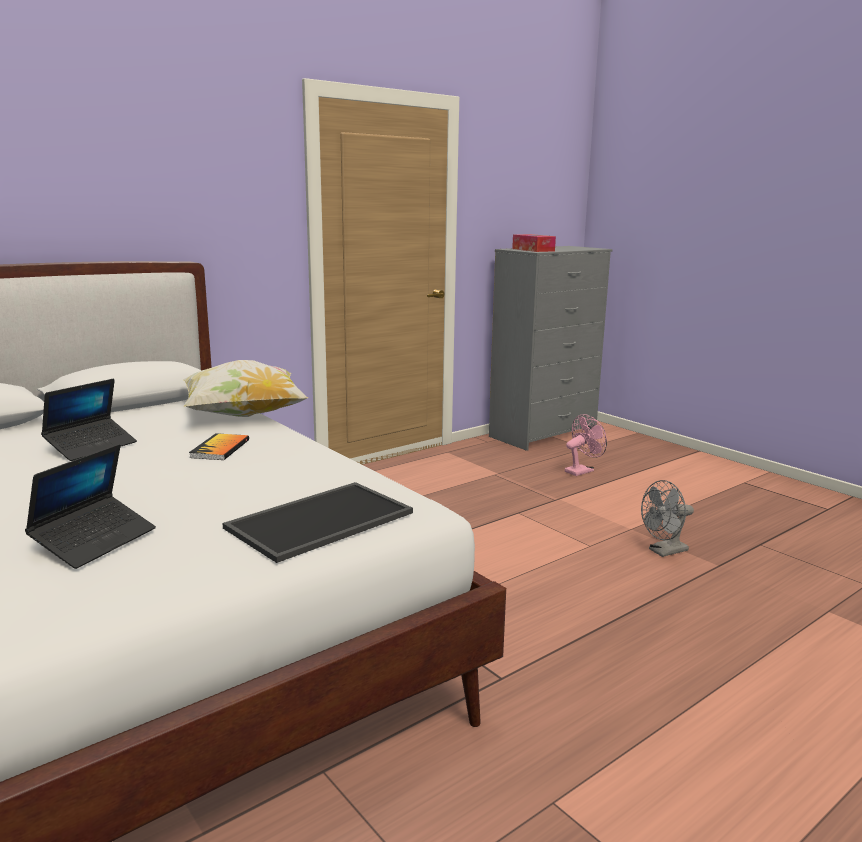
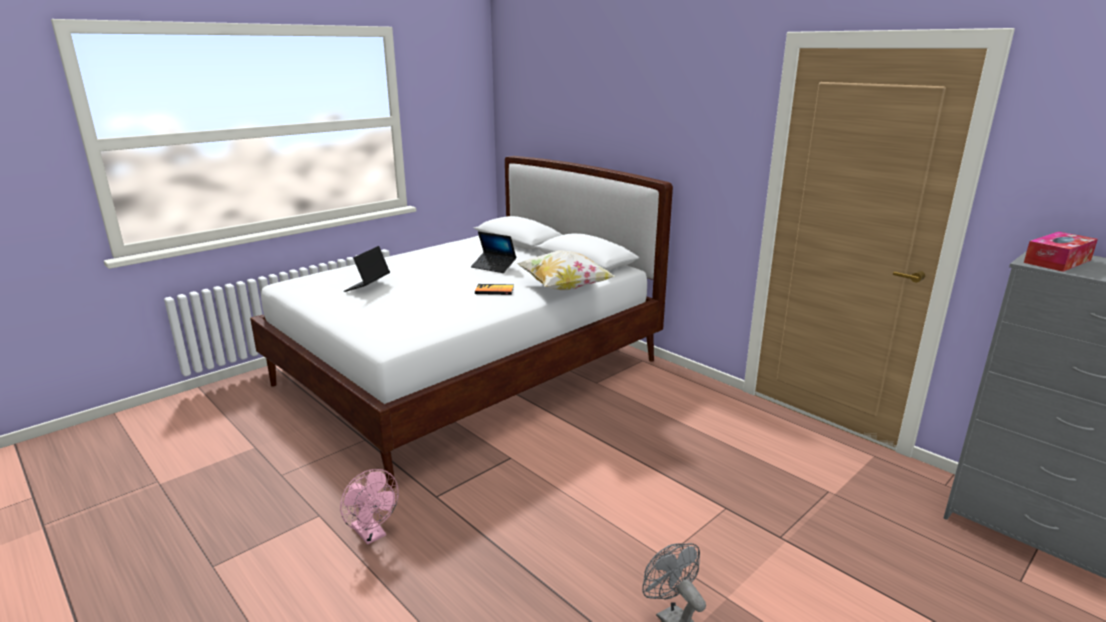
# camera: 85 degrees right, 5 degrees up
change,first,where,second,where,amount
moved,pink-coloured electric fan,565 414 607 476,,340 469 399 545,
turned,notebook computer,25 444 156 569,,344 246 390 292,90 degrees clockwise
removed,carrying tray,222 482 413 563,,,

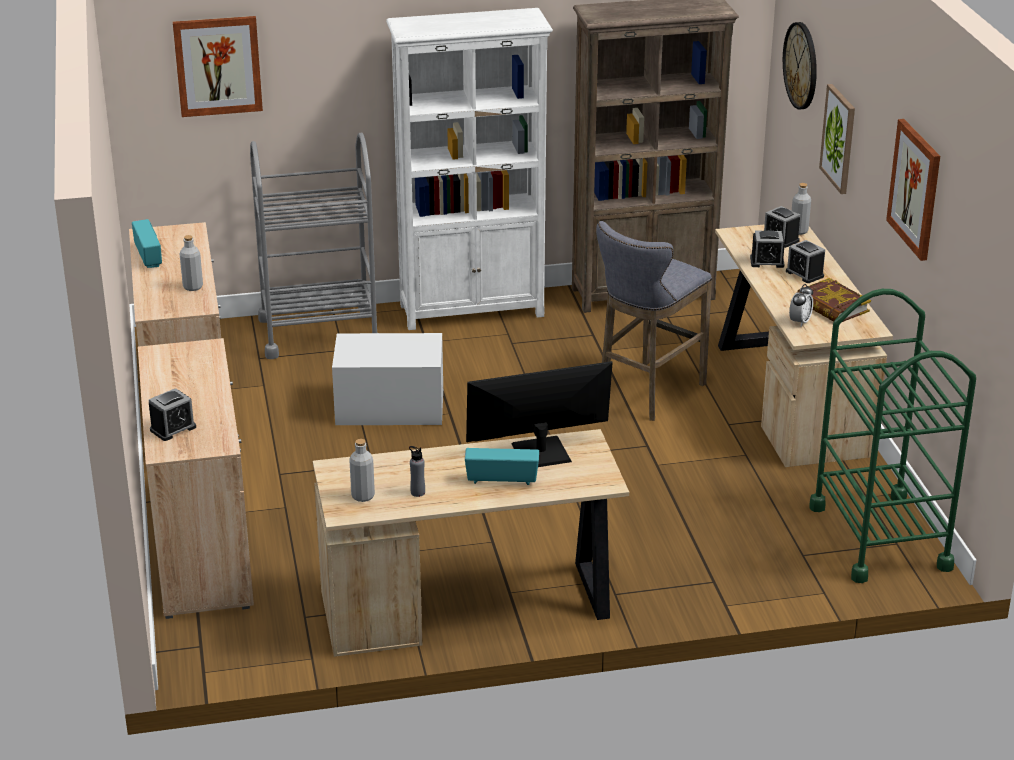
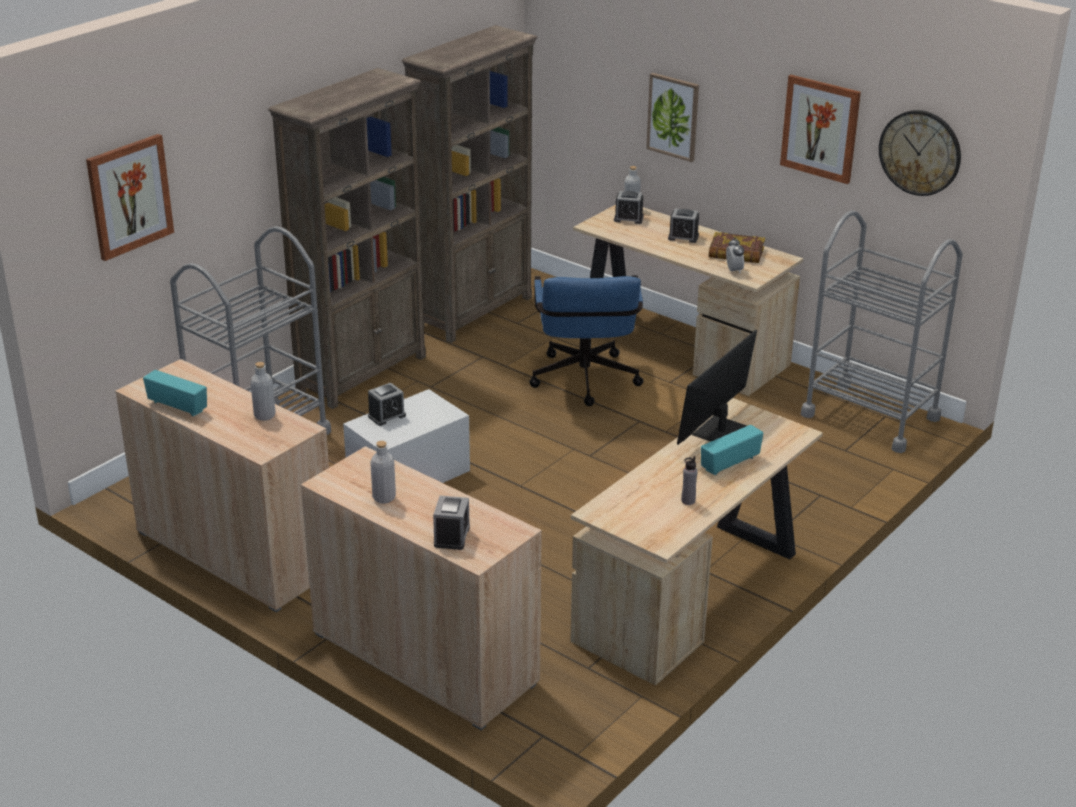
# camera: 40 degrees left, 0 degrees up
change,first,where,second,where,amount
recoloured,white-coloured bookshelf,386 8 553 330,brown bookshelf,268 68 426 409,
moved,clock on the wall,783 22 817 109,,879 110 961 196,
replaced,gray stool,596 221 712 421,blue-coloured desk chair,529 275 644 406,
moved,table clock,750 230 785 268,,368 383 406 426,
recoloured,green-coloured wheeled cart,809 289 976 583,gray wheeled cart,801 211 963 453,
moved,gray drink bottle,349 439 375 502,,370 441 396 504,

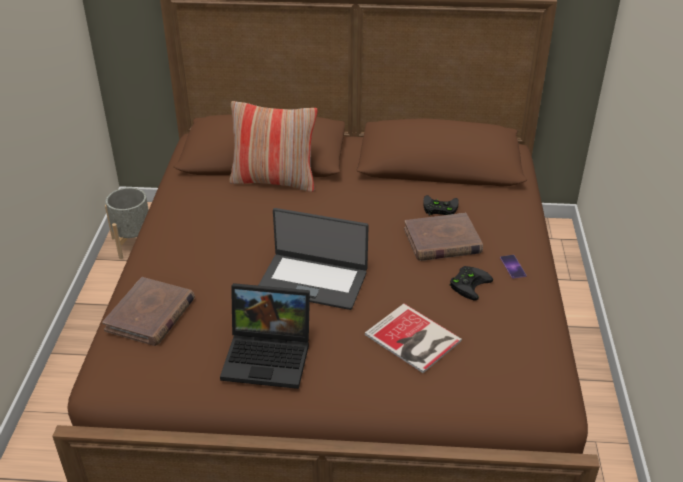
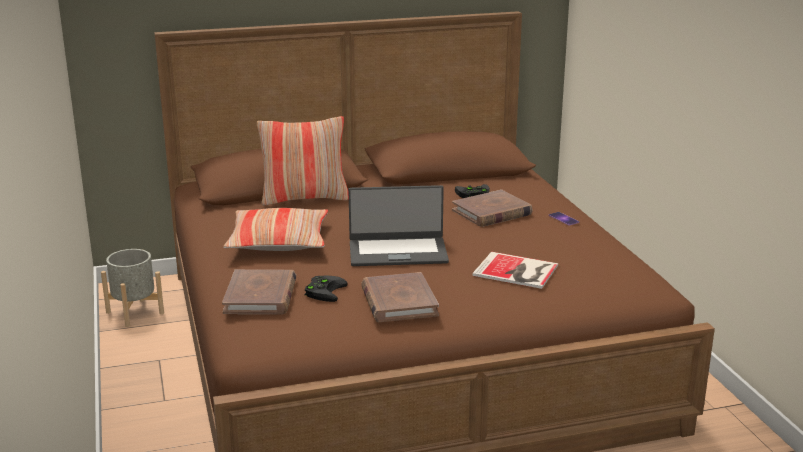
# camera: 20 degrees left, 15 degrees down
change,first,where,second,where,amount
moved,black-coloured game controller,450 266 493 300,,304 276 348 302,
replaced,notebook computer,220 283 310 389,brown book,361 272 439 322,
added,,,pillow,223 208 328 251,

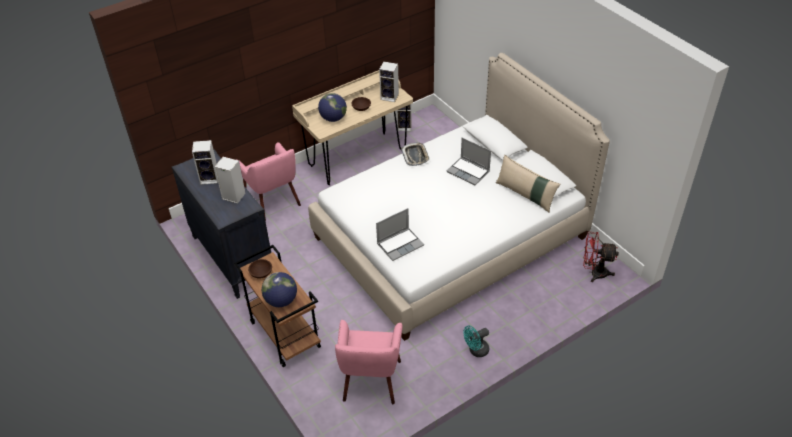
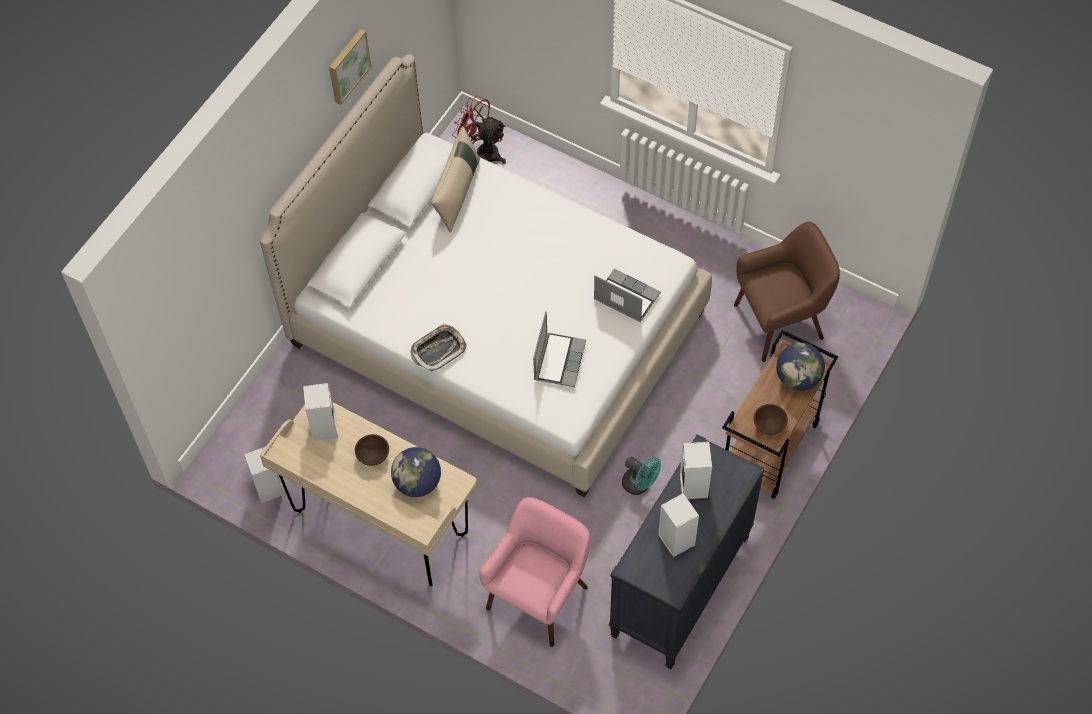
# camera: 115 degrees left, 15 degrees up
change,first,where,second,where,amount
moved,notebook computer,446 138 491 185,,533 311 586 387,
turned,red-coloured electric fan,583 232 619 282,,452 95 506 164,135 degrees clockwise
recoloured,pink-coloured easy chair,335 320 403 404,brown easy chair,734 221 840 362,
moved,turquoise-coloured electric fan,463 326 490 357,,622 457 661 495,
added,,,wall art,329 29 371 105,

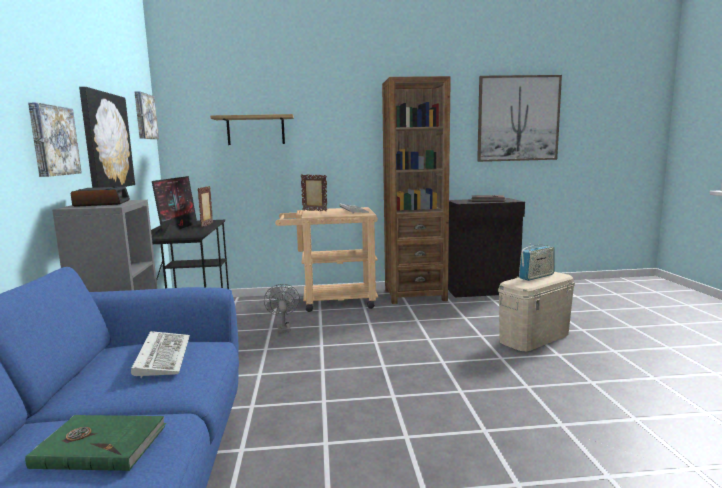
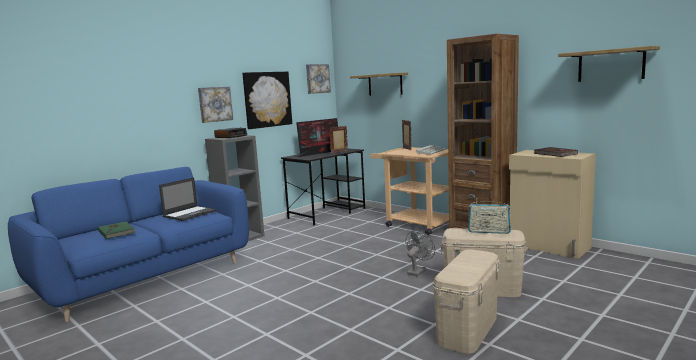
# camera: 50 degrees right, 0 degrees up
change,first,where,second,where,amount
replaced,wall art,477 75 562 162,shelf,558 46 660 82,
recoloured,black-coloured cupboard,448 198 525 297,beige cupboard,509 150 596 259,
moved,gray electric fan,264 284 300 333,,405 230 435 276,
replaced,PC keyboard,131 331 190 378,notebook computer,159 177 216 221,
added,,,beige storage container,433 249 500 354,

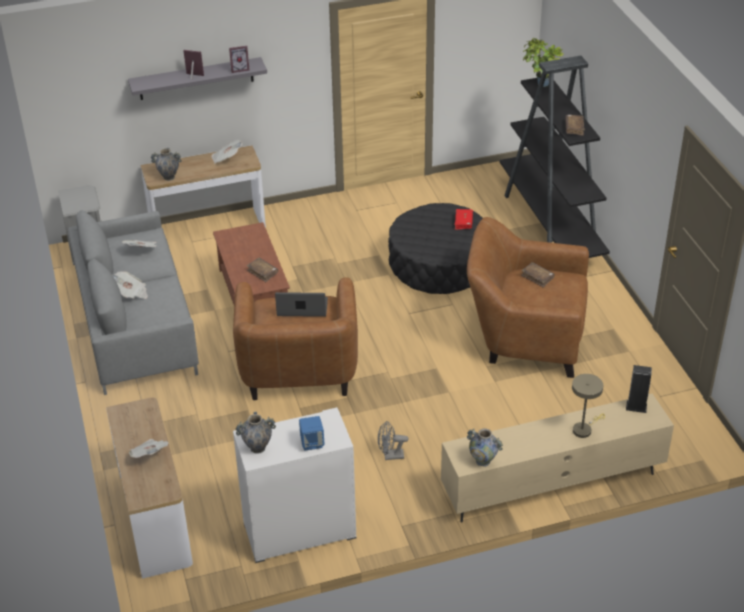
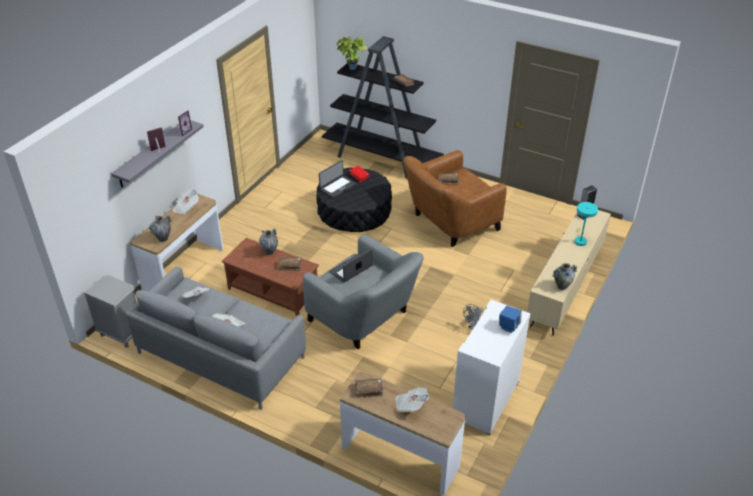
# camera: 45 degrees left, 0 degrees up
change,first,where,second,where,amount
recoloured,brown easy chair,233 277 358 400,gray easy chair,303 234 424 349,
recoloured,beige table lamp,572 374 605 438,turquoise-coloured table lamp,574 202 598 246,
moved,decorative vase,235 412 276 454,,259 228 278 255,
added,,,notebook computer,319 160 357 198,
added,,,brown book,355 379 383 398,

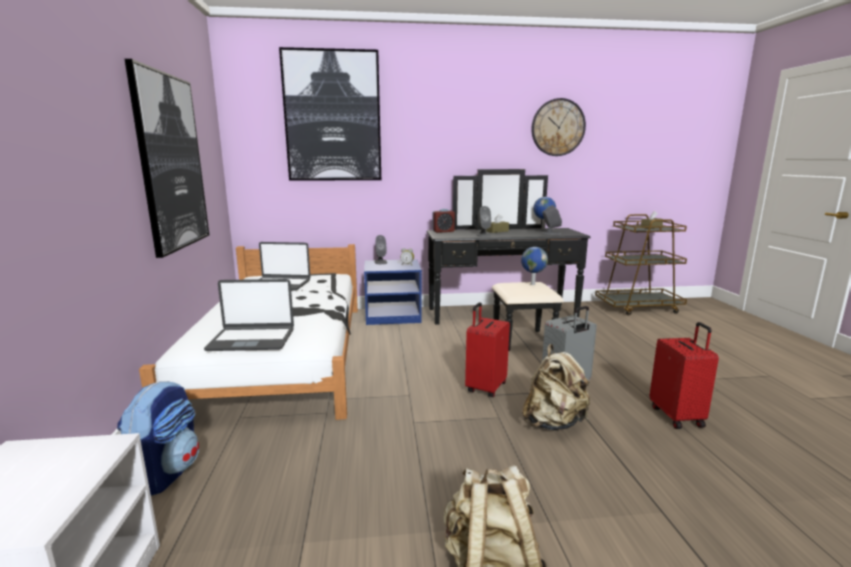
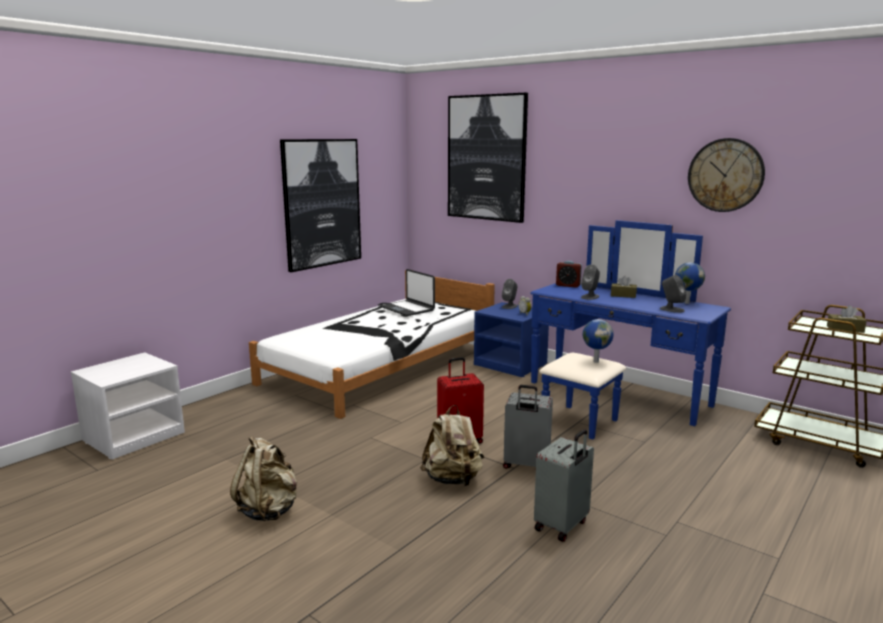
# camera: 45 degrees right, 0 degrees up
change,first,where,second,where,amount
recoloured,black-coloured dresser,426 169 591 351,blue-coloured dresser,531 220 731 440,
removed,notebook computer,204 279 294 351,,,
recoloured,red-coloured piece of luggage,649 322 719 429,gray piece of luggage,534 429 594 542,
removed,rucksack,117 381 199 496,,,

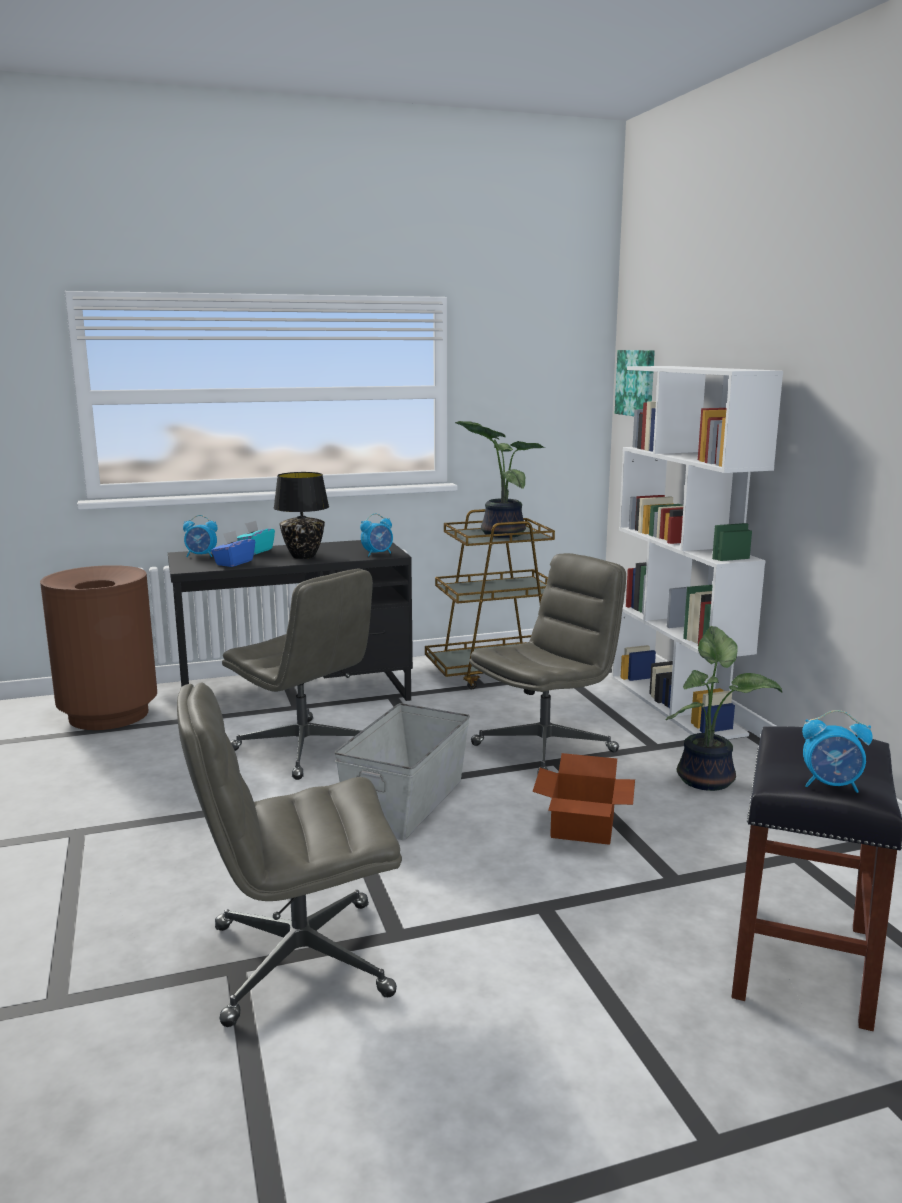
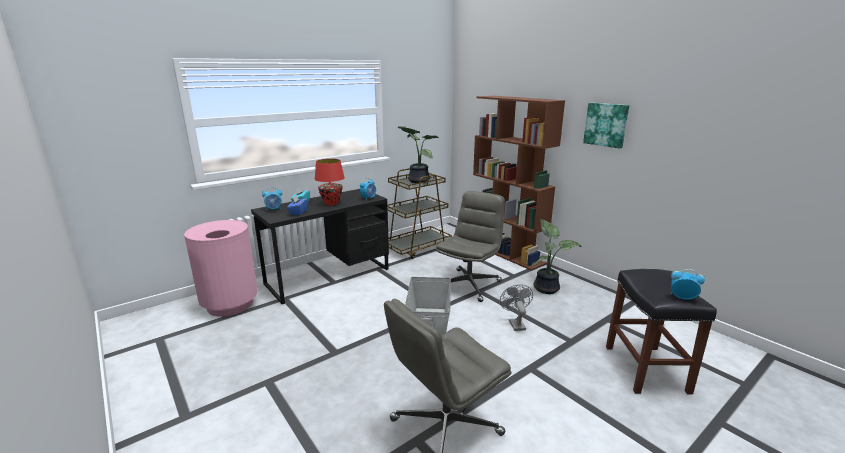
# camera: 20 degrees left, 5 degrees up
change,first,where,second,where,amount
moved,wall art,615 350 655 416,,583 103 629 149,
recoloured,white-coloured bookshelf,612 366 783 739,brown bookshelf,473 96 565 271,
recoloured,black-coloured table lamp,274 472 329 559,red-coloured table lamp,315 159 345 206,
recoloured,brown rubbish bin,40 565 157 730,pink-coloured rubbish bin,184 220 258 316,
removed,gray desk chair,222 568 373 780,,,
turned,table clock,802 710 873 793,,670 269 705 300,150 degrees counterclockwise
replaced,cardboard box,533 753 635 845,gray electric fan,500 284 533 331,

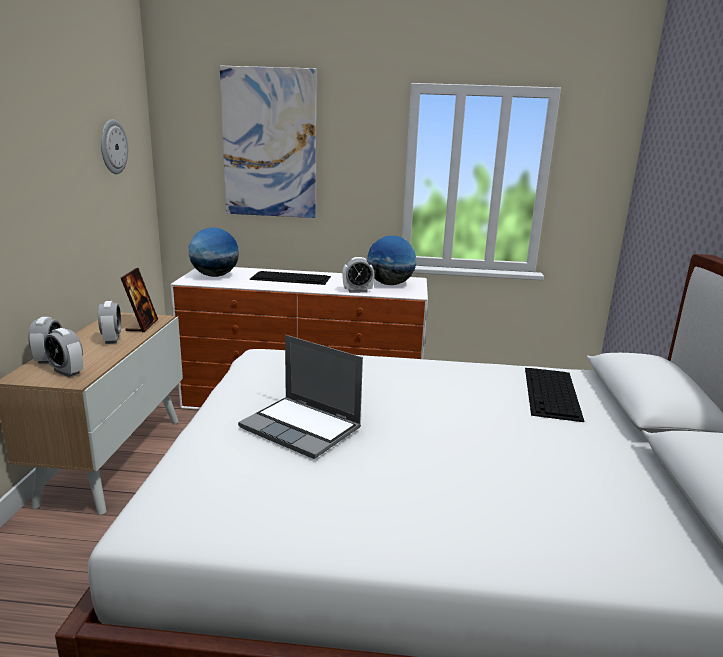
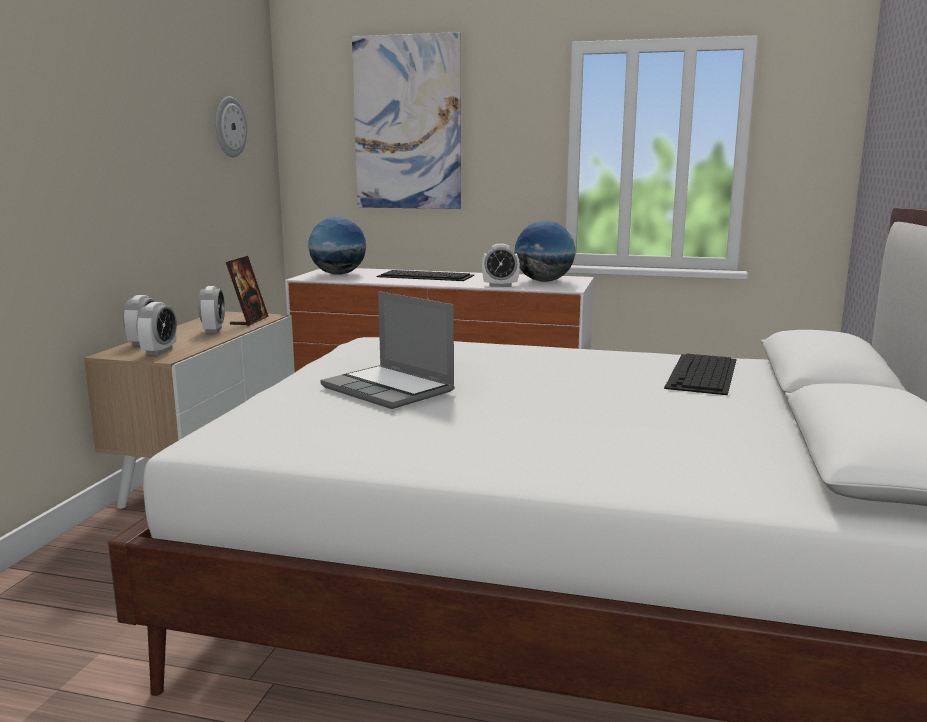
# camera: 10 degrees right, 5 degrees down
change,first,where,second,where,amount
turned,table clock,44 328 83 377,,136 302 177 355,120 degrees counterclockwise

